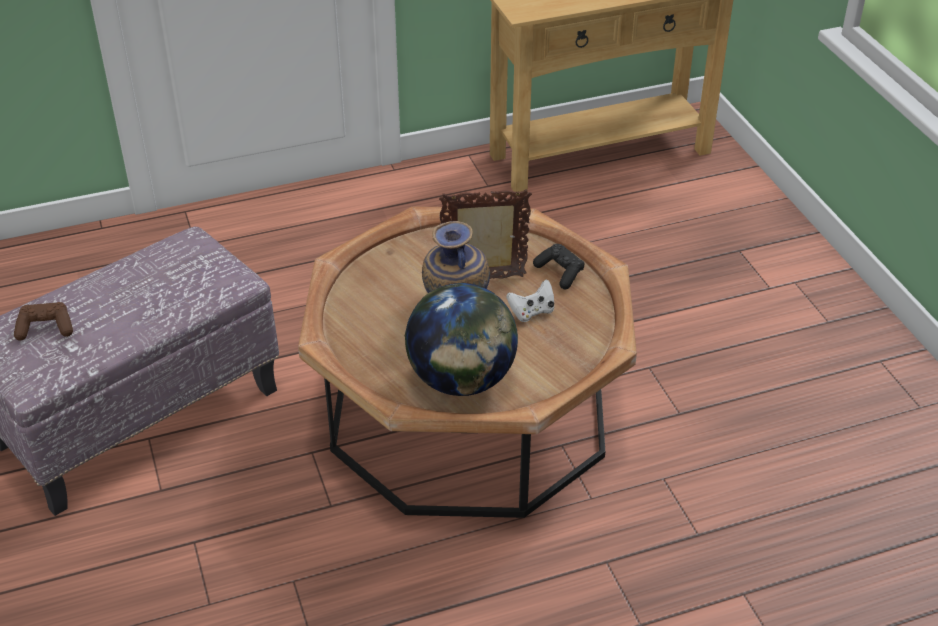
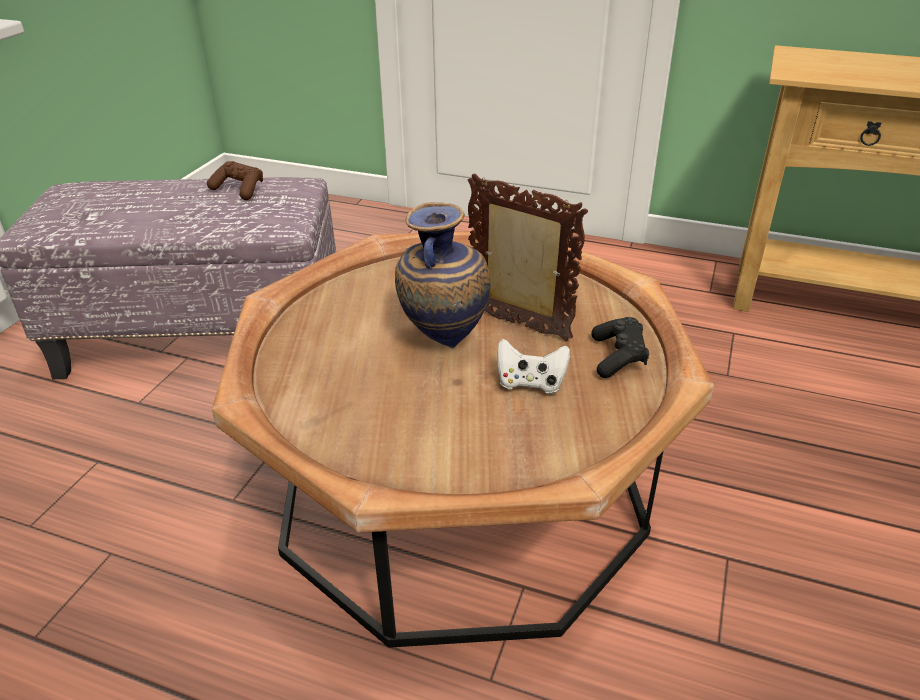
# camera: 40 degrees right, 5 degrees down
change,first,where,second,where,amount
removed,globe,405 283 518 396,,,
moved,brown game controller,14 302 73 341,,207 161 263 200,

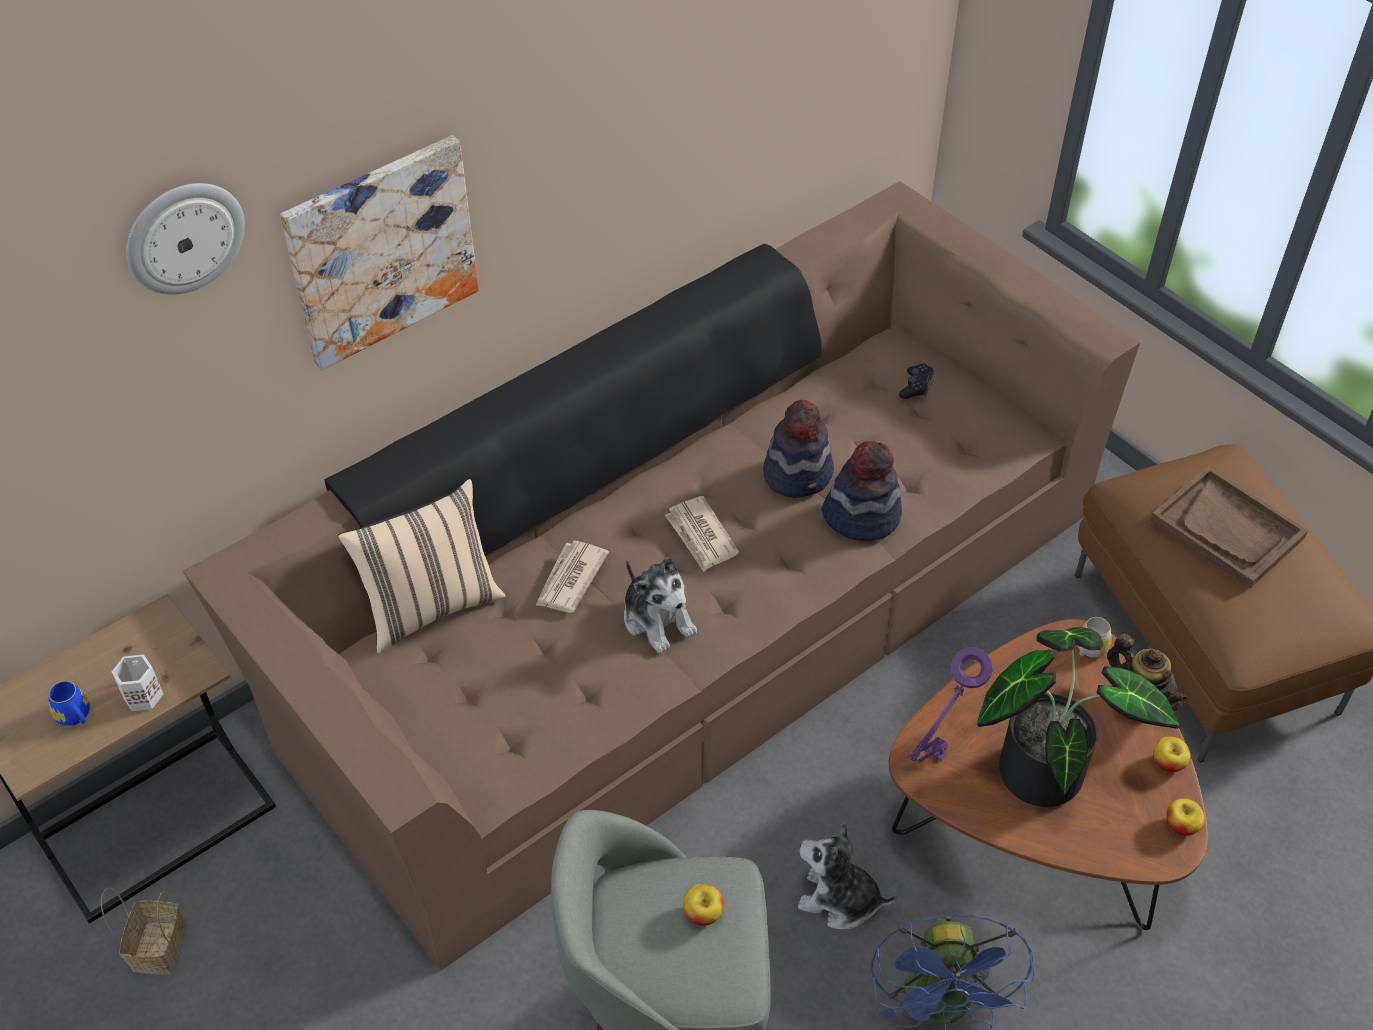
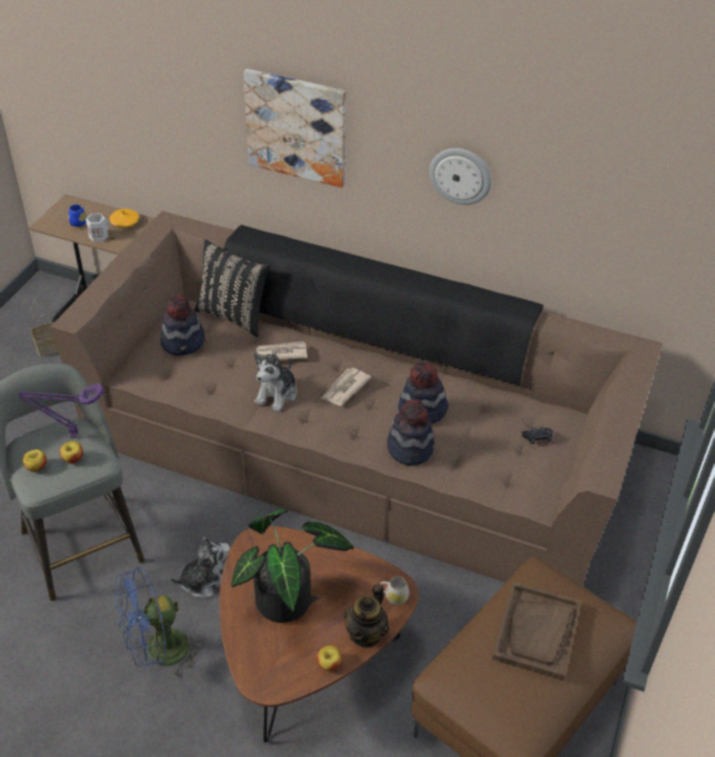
# camera: 60 degrees right, 5 degrees down
change,first,where,second,where,amount
moved,clock on the wall,126 183 245 295,,429 148 491 205,
recoloured,beige pillow,338 479 506 654,black-coloured pillow,194 240 270 337,
moved,purple table lamp,907 647 993 763,,19 384 104 438,
moved,apple fruit,1167 799 1205 836,,23 449 47 472,
turned,soft toy,798 822 897 929,,170 537 230 598,75 degrees clockwise
added,,,orangey decorative vase,109 209 139 228,
added,,,wearable hat,161 294 205 355,

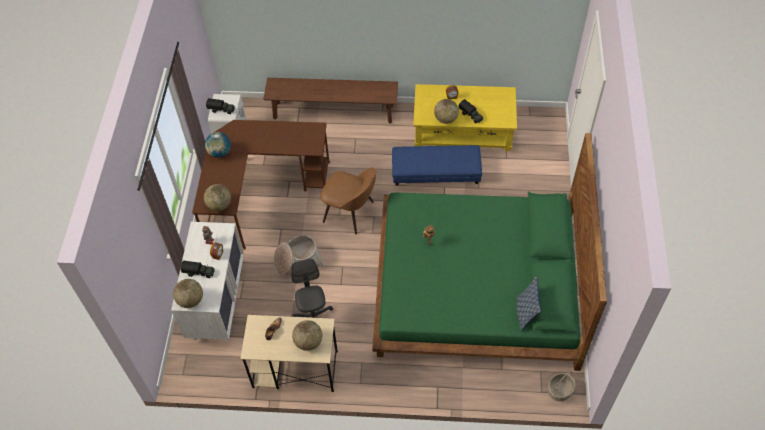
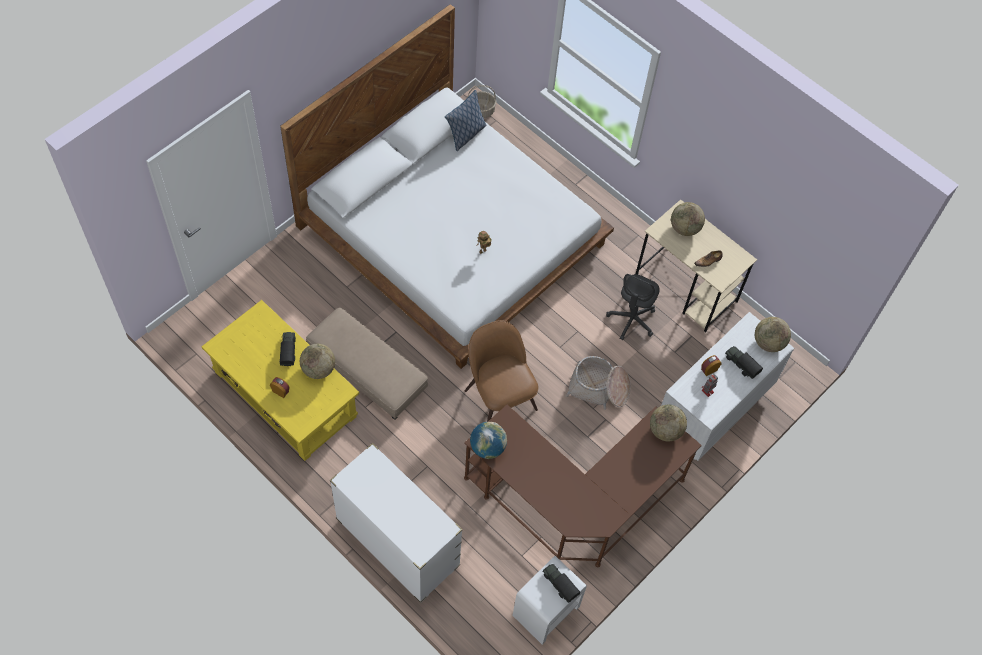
# camera: 145 degrees left, 5 degrees up
change,first,where,second,where,amount
replaced,brown long seat,263 78 398 123,white-coloured dresser,330 443 463 603,
moved,globe,205 132 231 158,,470 422 507 459,
recoloured,green-coloured bedroom bed,372 133 607 371,white-coloured bedroom bed,280 4 614 369,
recoloured,blue-coloured footrest,392 145 482 186,beige footrest,306 307 428 420,

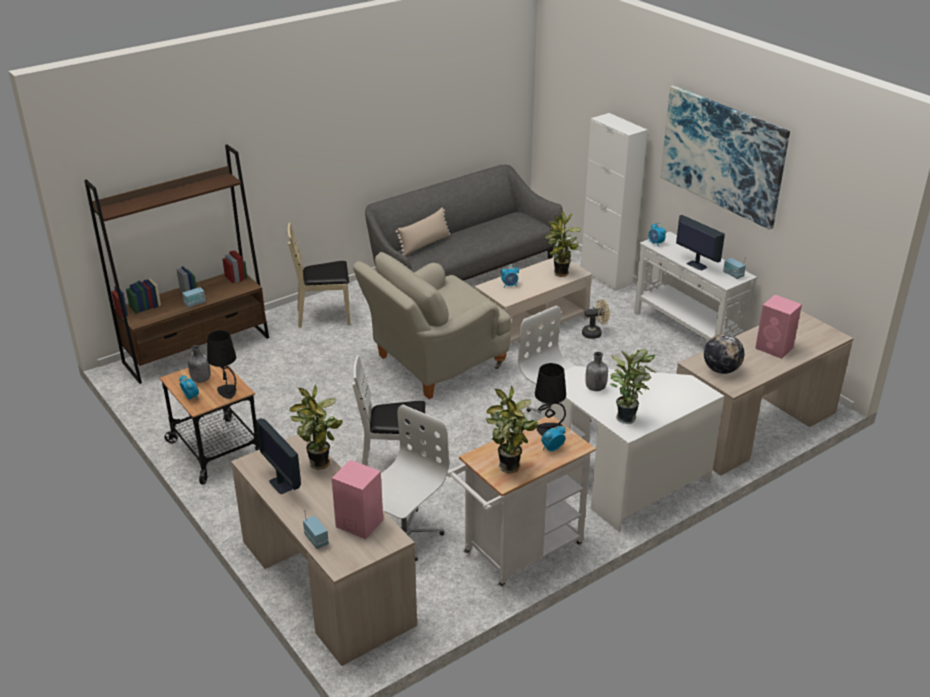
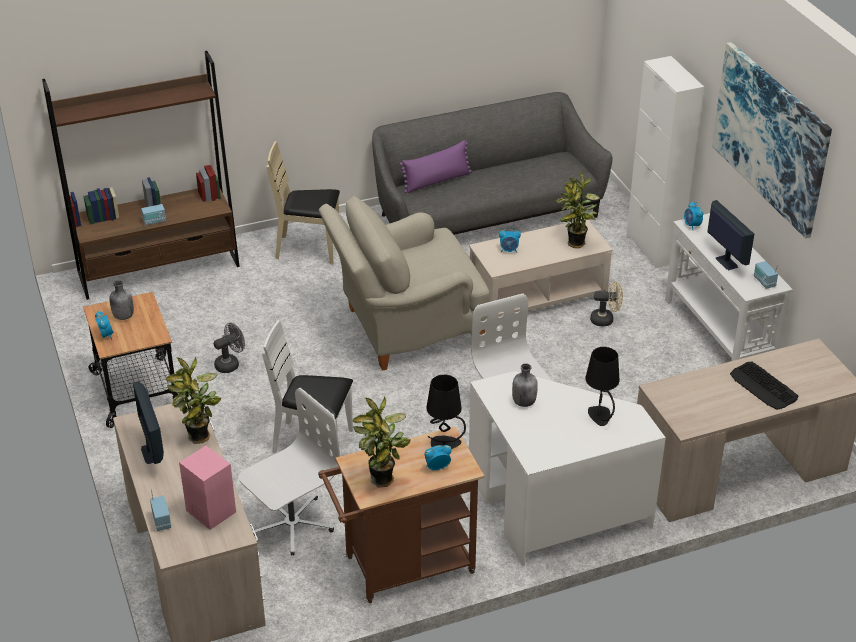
# camera: 15 degrees right, 5 degrees up
change,first,where,second,where,amount
recoloured,beige pillow,395 208 450 256,purple pillow,400 140 472 193,
replaced,pink-coloured speaker,755 295 802 359,PC keyboard,730 362 798 410,
moved,black-coloured table lamp,207 330 237 399,,585 347 620 426,
removed,globe,704 334 744 374,,,
removed,potted plant,610 349 658 424,,,
recoloured,white-coloured wheeled cart,447 415 596 588,brown wheeled cart,318 426 484 603,
added,,,gray electric fan,214 323 245 373,

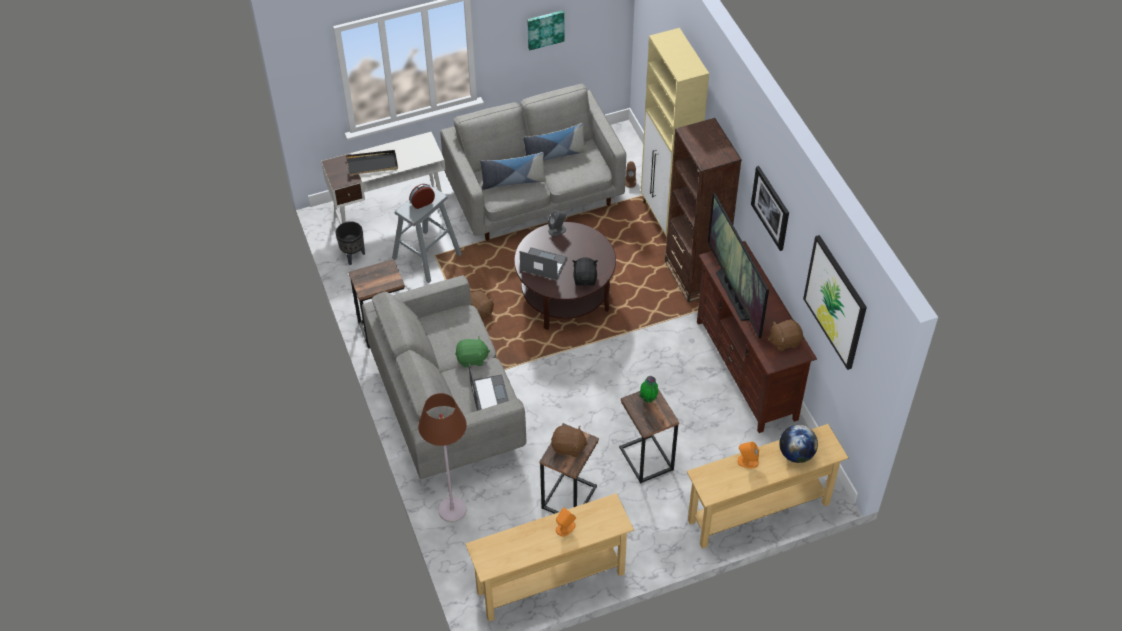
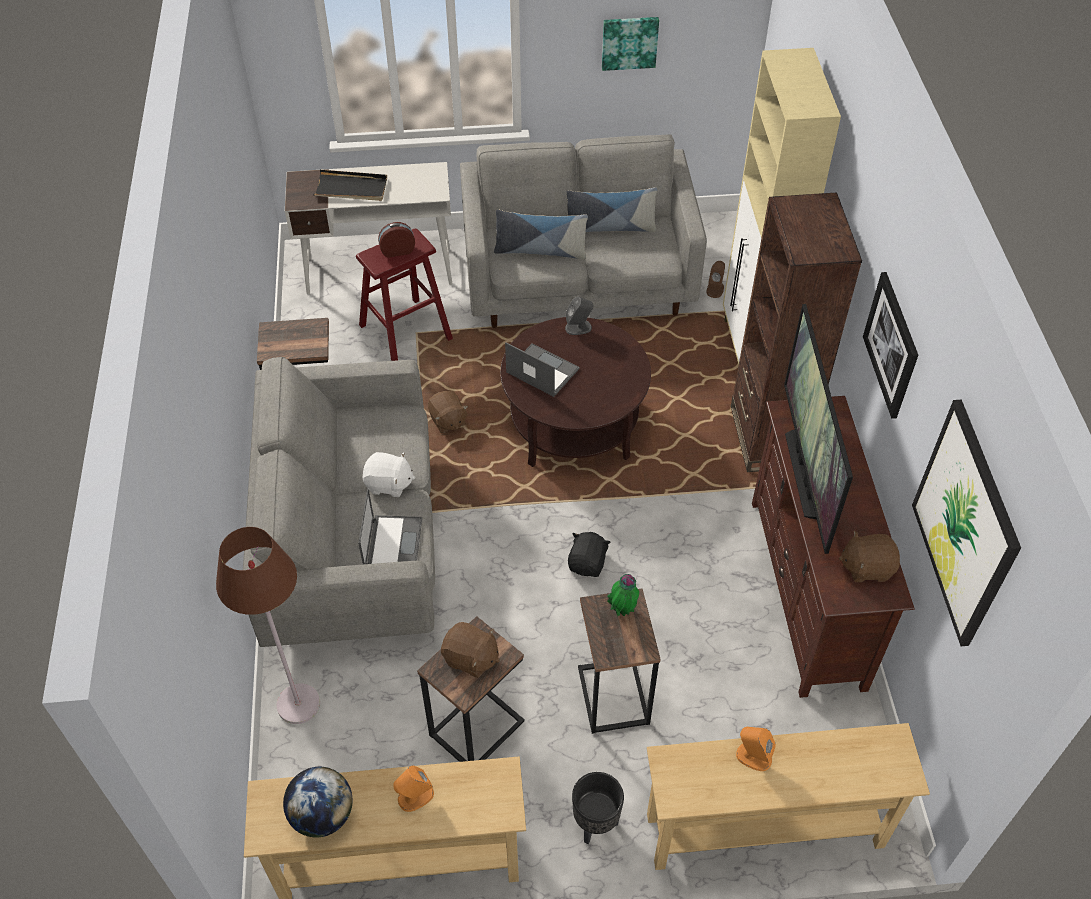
# camera: 15 degrees right, 0 degrees up
change,first,where,second,where,amount
recoloured,gray stool,392 184 462 283,red-coloured stool,356 229 453 361,
moved,black-coloured flower pot,336 221 365 265,,572 772 624 844,
moved,black-coloured soft toy,572 257 598 286,,568 532 610 577,
recoloured,green-coloured soft toy,455 336 490 367,white-coloured soft toy,362 452 415 497,
moved,globe,779 425 818 463,,283 767 353 837,

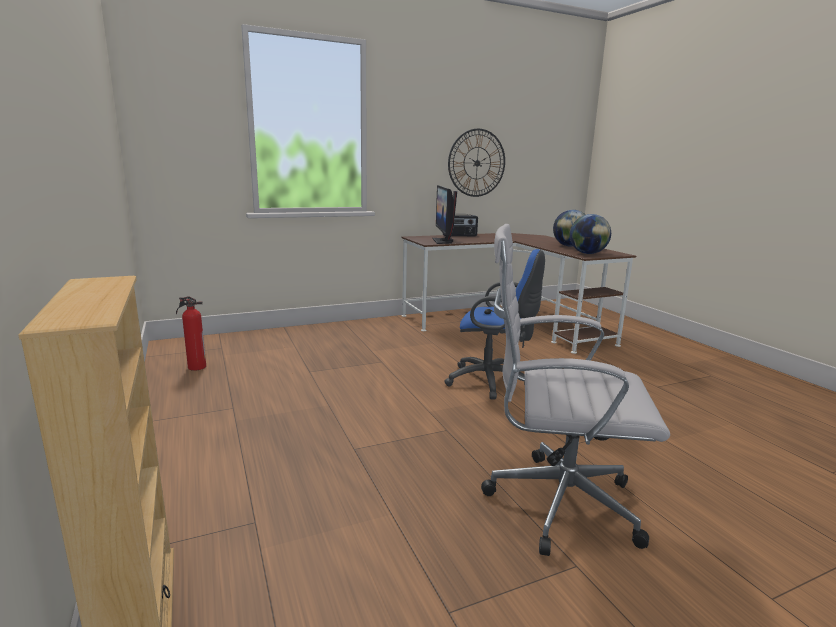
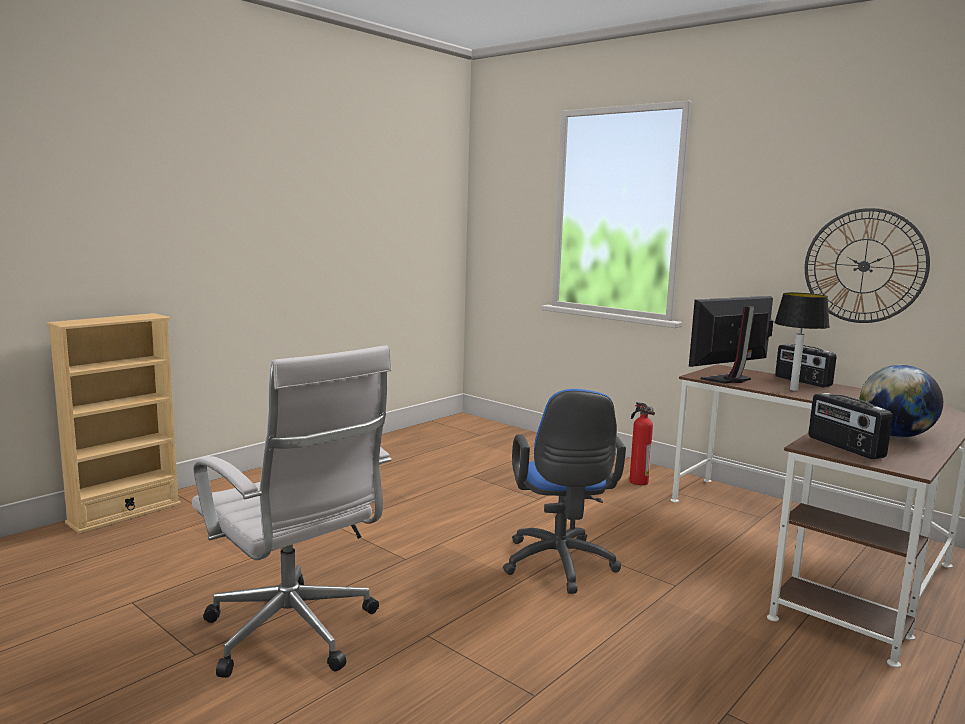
# camera: 65 degrees right, 5 degrees down
change,first,where,second,where,amount
replaced,globe,570 214 611 254,radio set,808 393 893 459,
turned,white-coloured desk chair,481 224 670 556,,192 345 391 678,150 degrees clockwise
moved,extinguisher,176 296 206 371,,629 402 655 485,
added,,,table lamp,774 293 830 391,

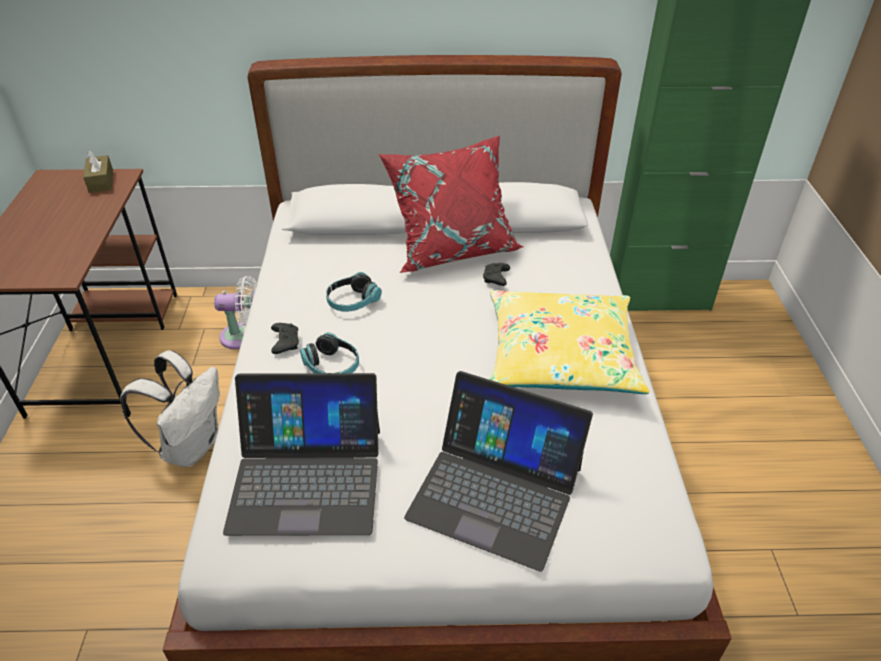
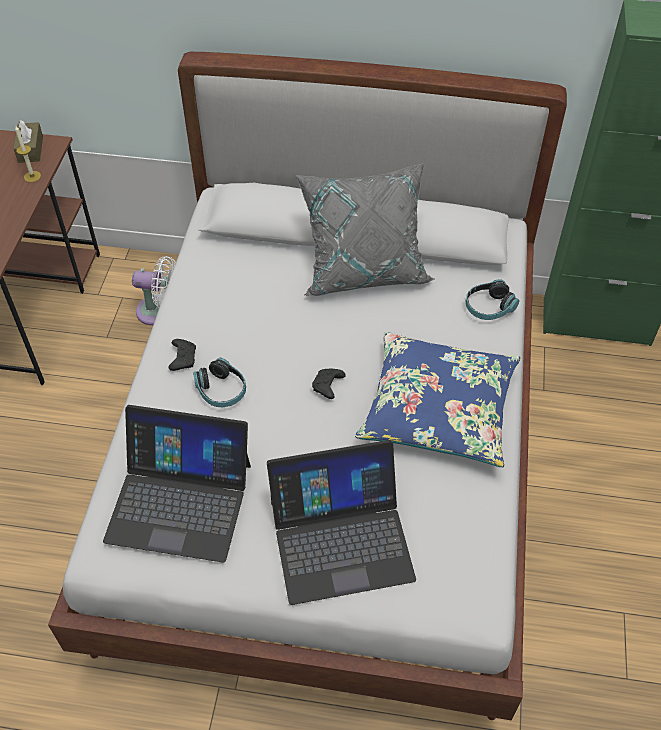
# camera: 10 degrees right, 10 degrees up
change,first,where,second,where,amount
recoloured,red-coloured pillow,379 136 523 273,gray pillow,296 163 435 296,
moved,black-coloured game controller,483 263 510 286,,312 369 346 399,
moved,headphones,326 272 382 312,,466 279 519 320,
recoloured,yellowish pillow,489 290 650 394,blue-coloured pillow,355 332 521 467,
removed,white-coloured rucksack,120 350 220 468,,,
turned,notebook computer,404 371 593 572,,267 440 416 605,45 degrees counterclockwise
added,,,wax light,15 126 41 182,

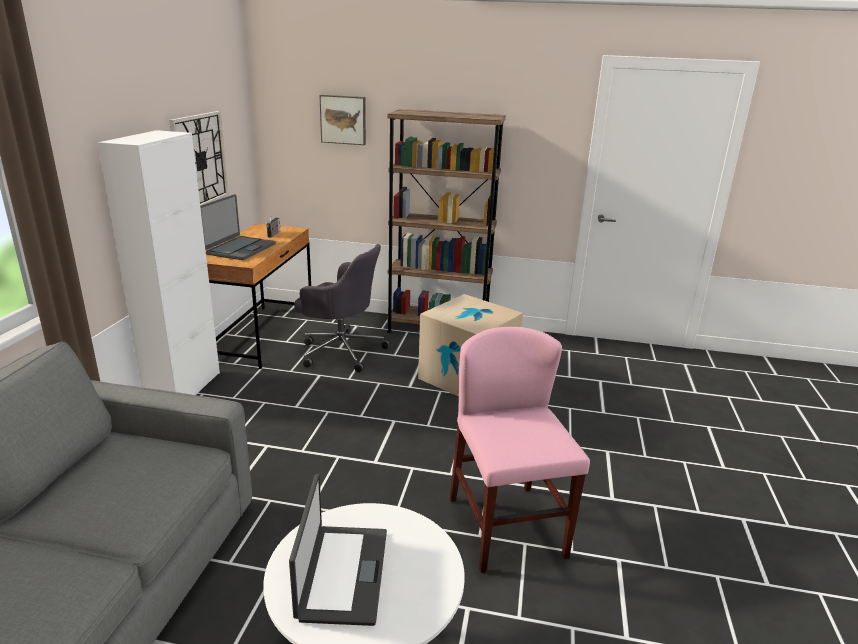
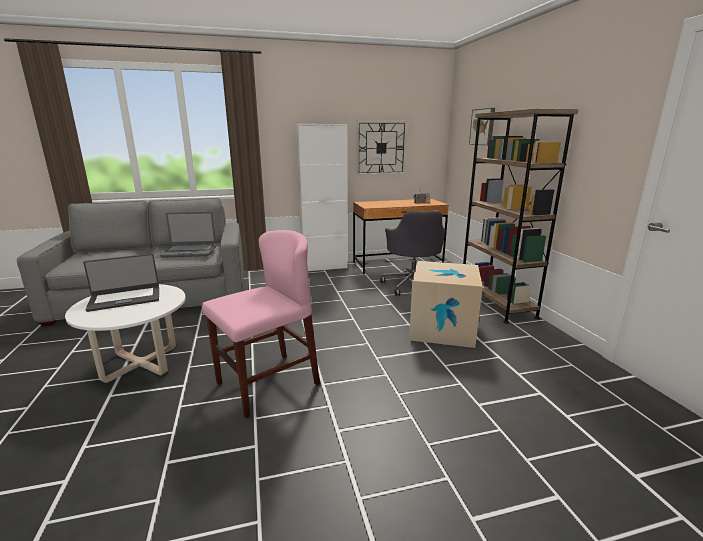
# camera: 65 degrees right, 5 degrees down
change,first,where,second,where,amount
moved,notebook computer,200 194 276 260,,160 212 216 258,

